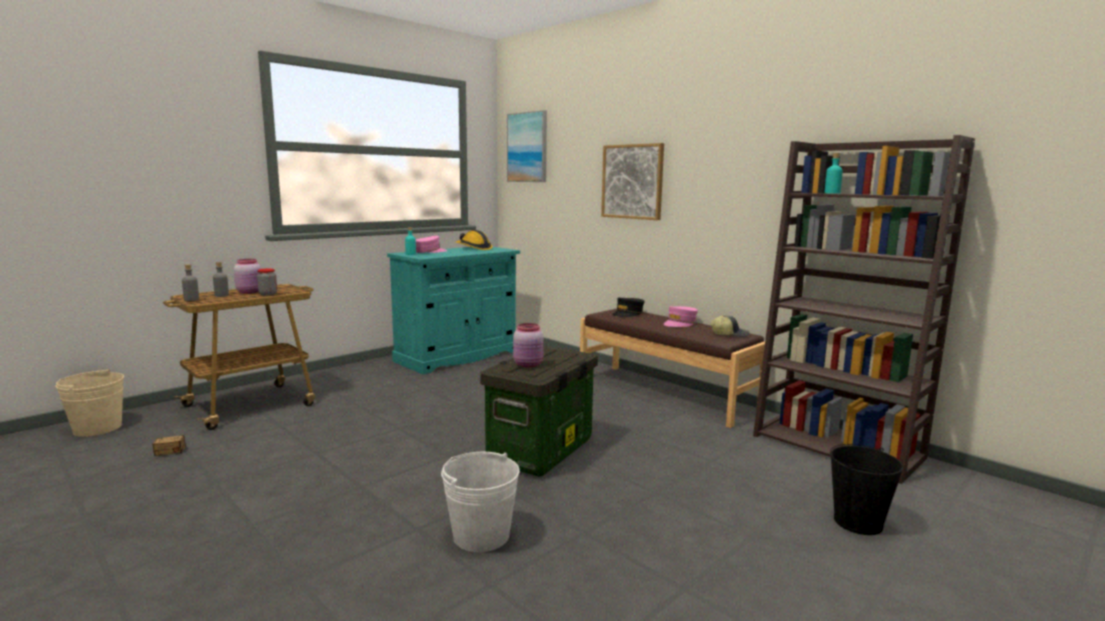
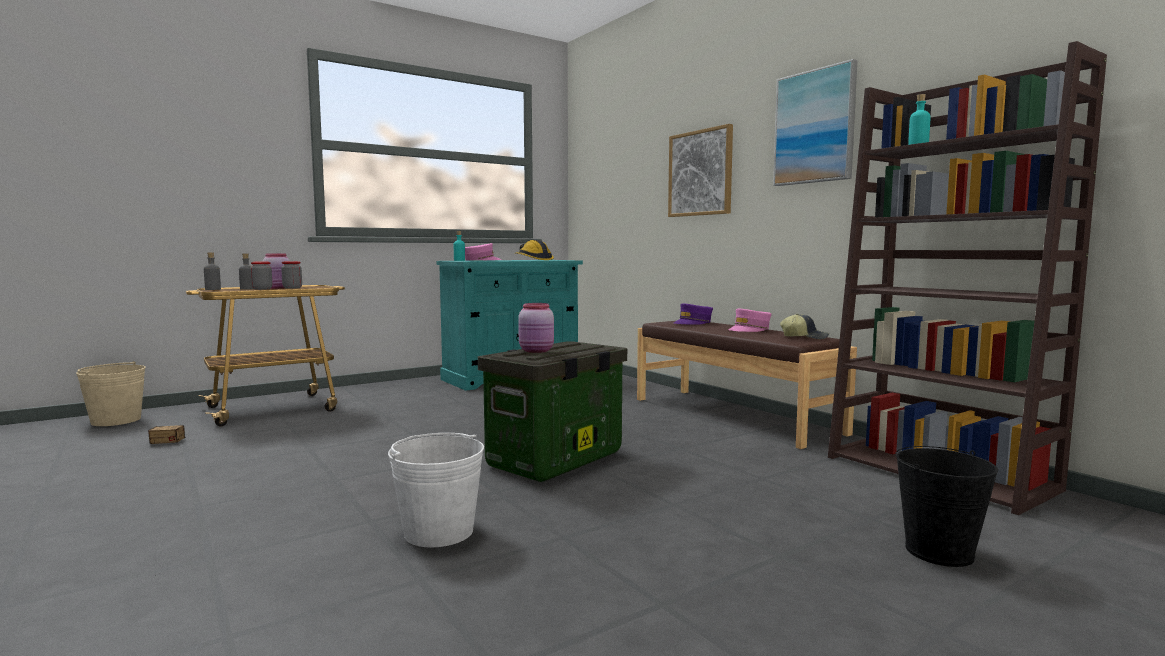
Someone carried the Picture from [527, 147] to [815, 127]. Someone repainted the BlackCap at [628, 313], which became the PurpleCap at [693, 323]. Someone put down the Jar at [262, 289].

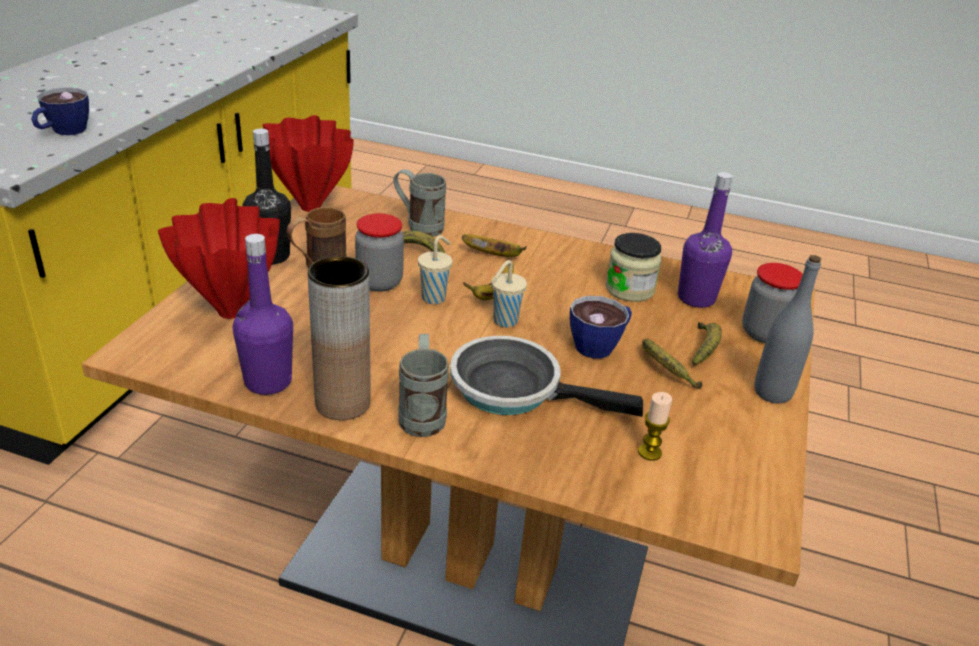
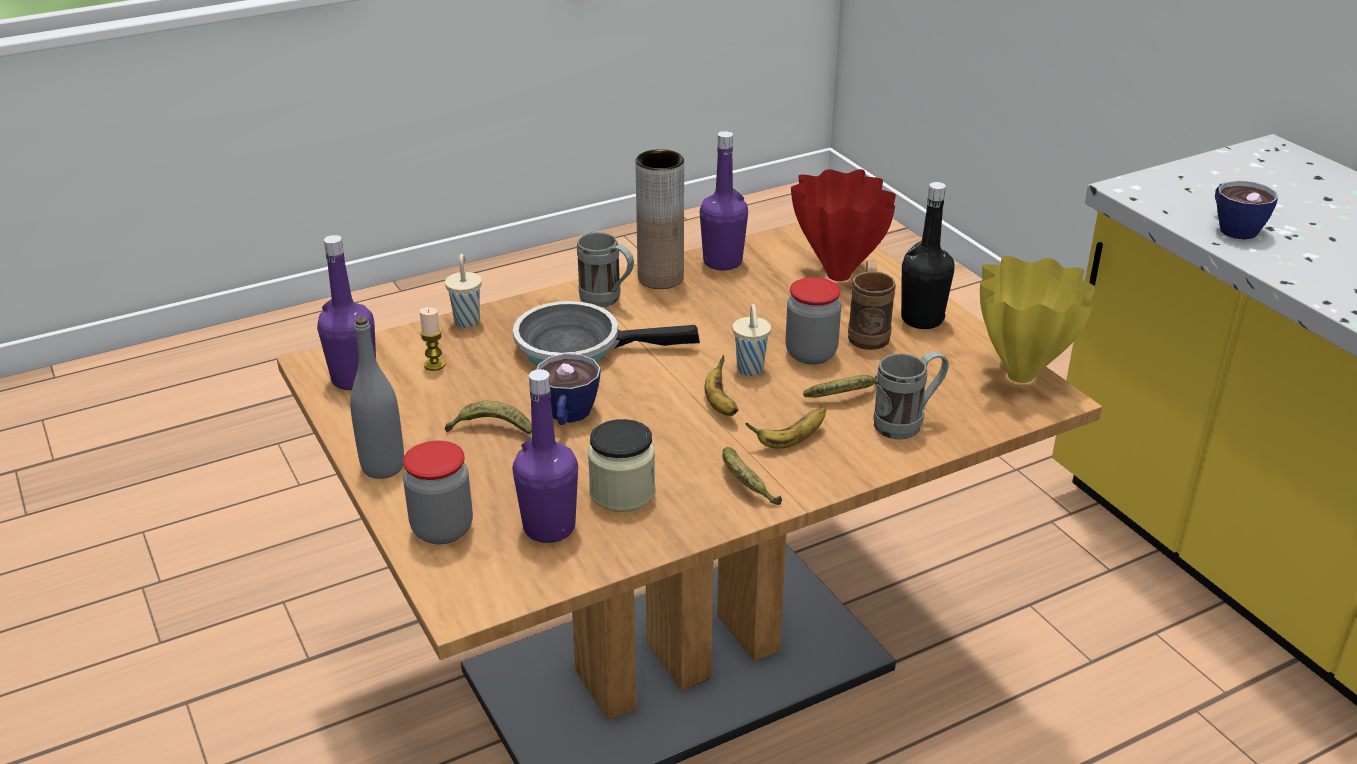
Someone repainted the RedVase at [309, 207], which became the YellowVase at [1022, 375]. Someone rotated the FryingPan at [515, 389] by 150 degrees counterclockwise. Someone carried the BeigeCup from [504, 322] to [467, 321]. Someone carried the Banana from [704, 349] to [745, 484]. Someone put down the PurpleBottle at [354, 379].

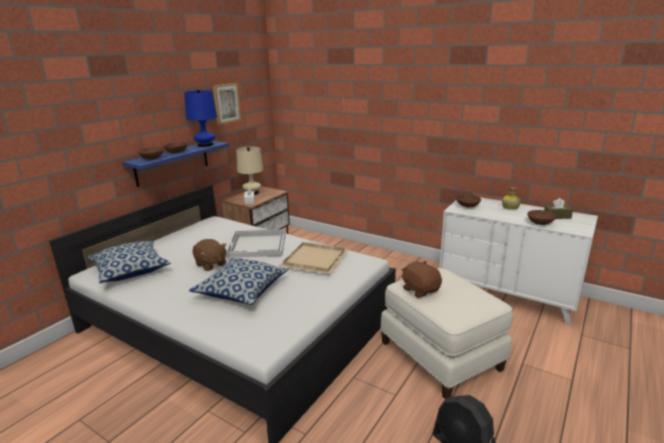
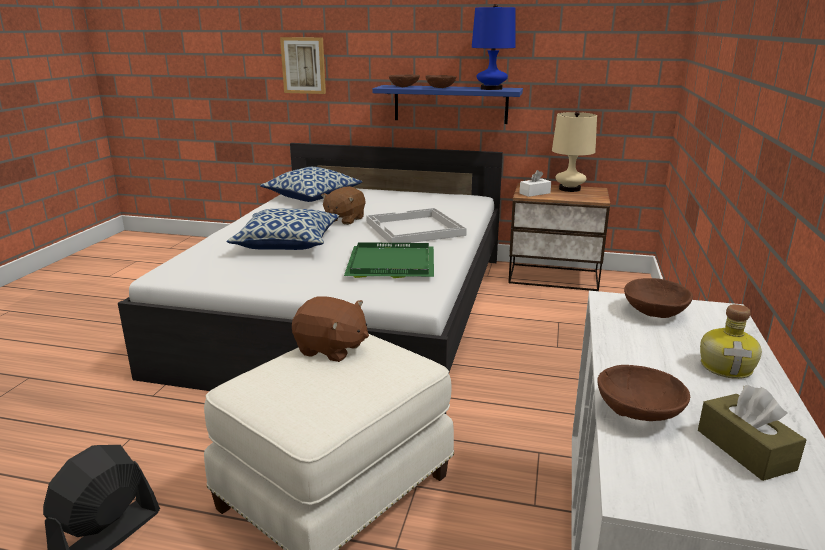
Someone carried the Picture from [226, 103] to [304, 65]. Someone repainted the BeigeTray at [314, 259], which became the GreenTray at [393, 263]. Someone rotated the BrownPlushToy at [420, 290] by 75 degrees clockwise.

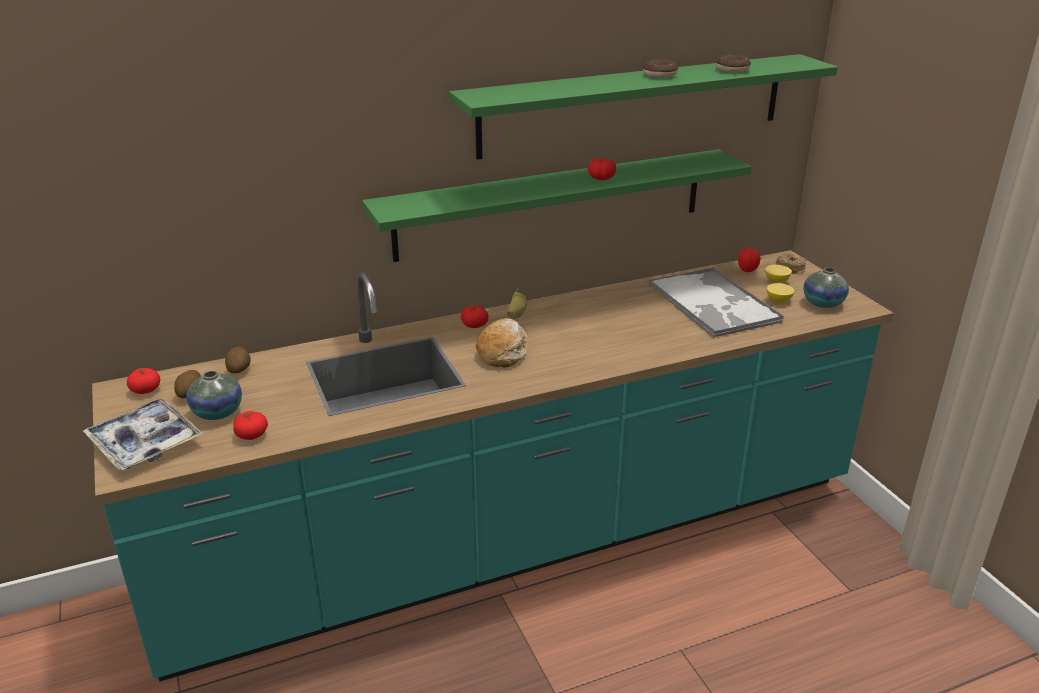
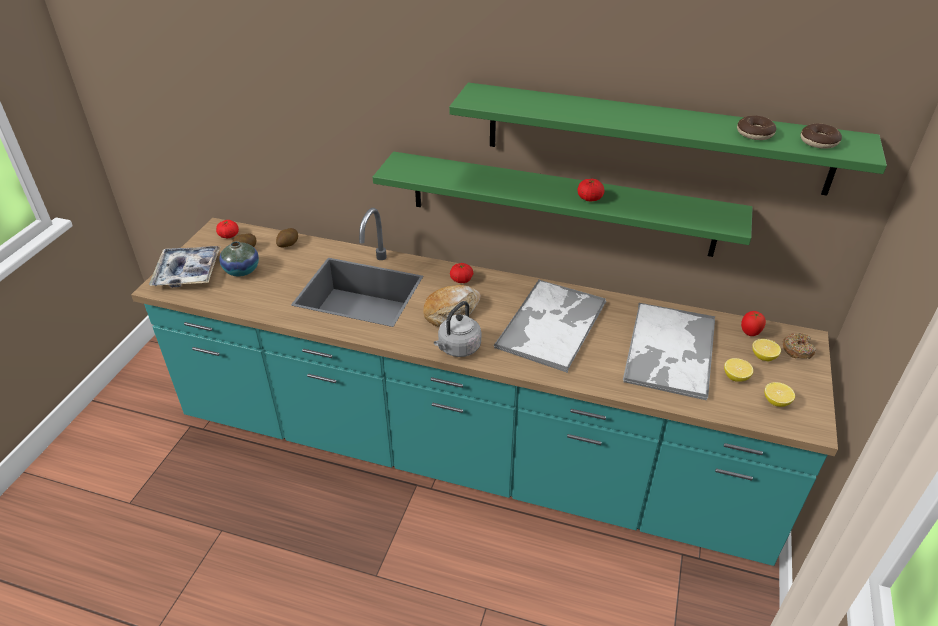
Someone took away the Tomato at [252, 435]. Someone took away the Banana at [516, 314]. Someone carried the Donut from [660, 75] to [818, 142]. Someone swapped the Vase at [823, 303] for the Lemon at [776, 402]. Someone put down the GreyKettle at [458, 348]. Someone put down the Tray at [552, 324].

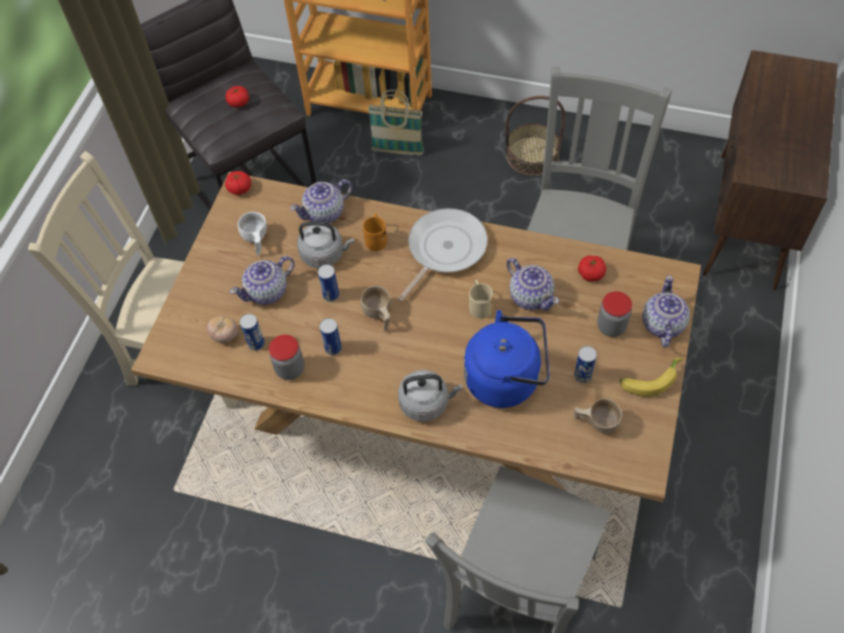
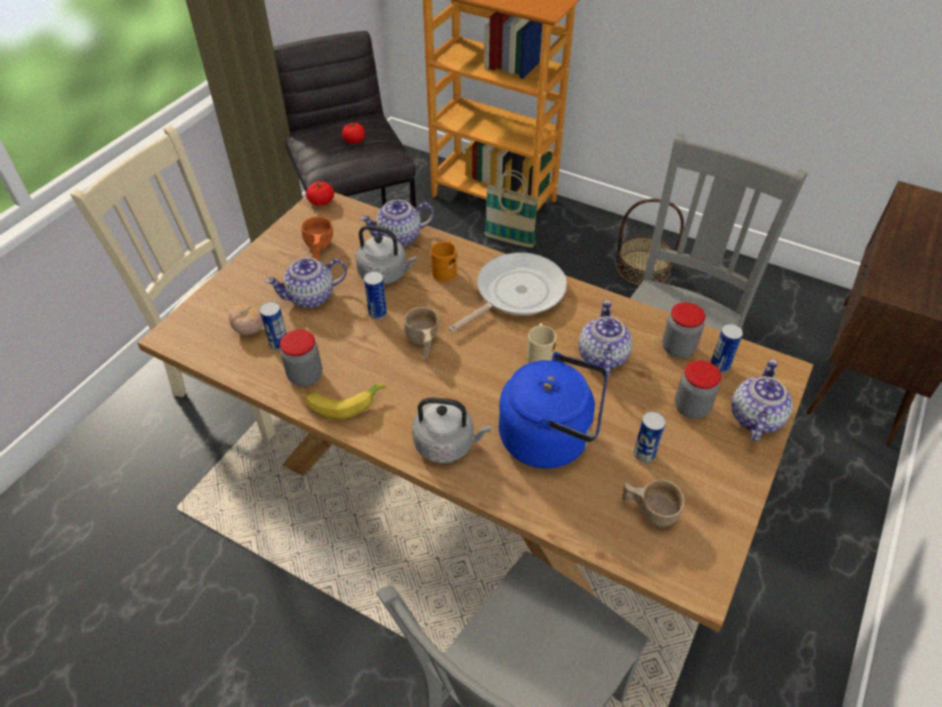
Someone repainted the WhiteCup at [256, 241], which became the OrangeCup at [318, 249]. Someone carried the Can from [333, 348] to [719, 366]. Someone rotated the Teapot at [530, 296] by 150 degrees counterclockwise. Someone swapped the Tomato at [591, 274] for the Jar at [678, 348]. Someone carried the Banana from [649, 379] to [344, 402].

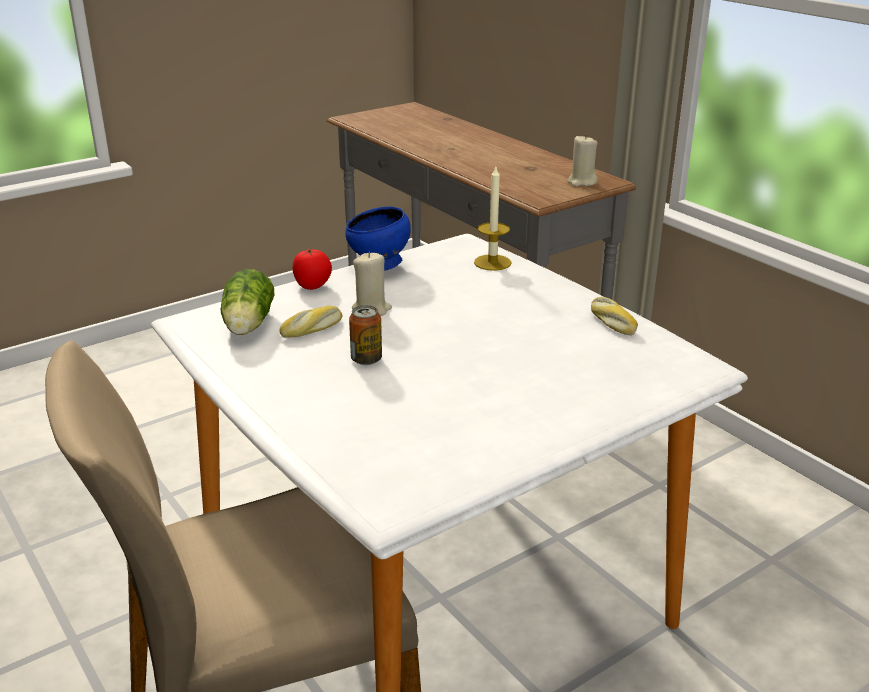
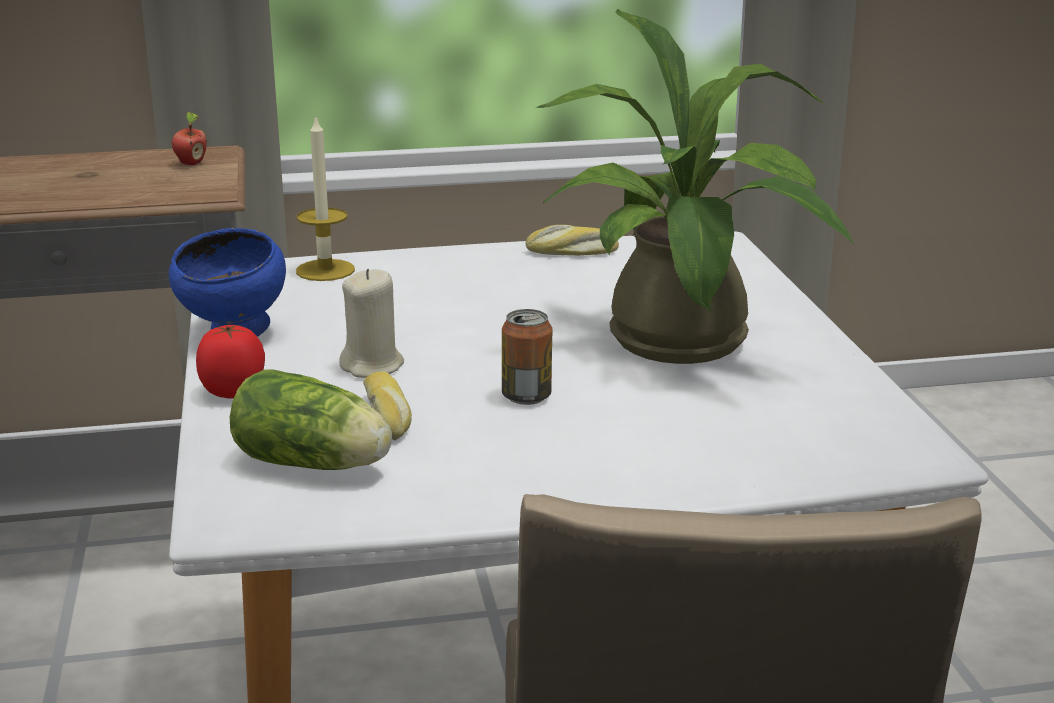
Someone swapped the BeigeCandle at [582, 182] for the Apple at [191, 163]. Someone put down the PottedPlant at [683, 348].

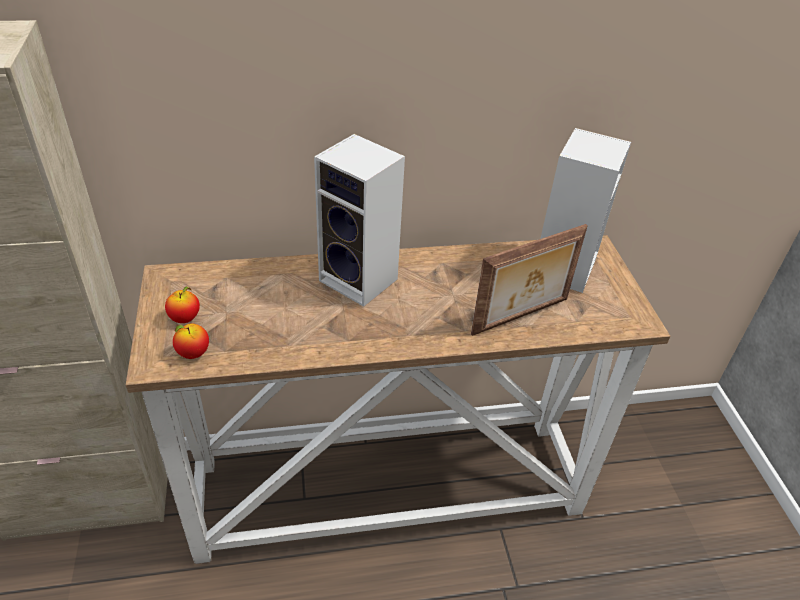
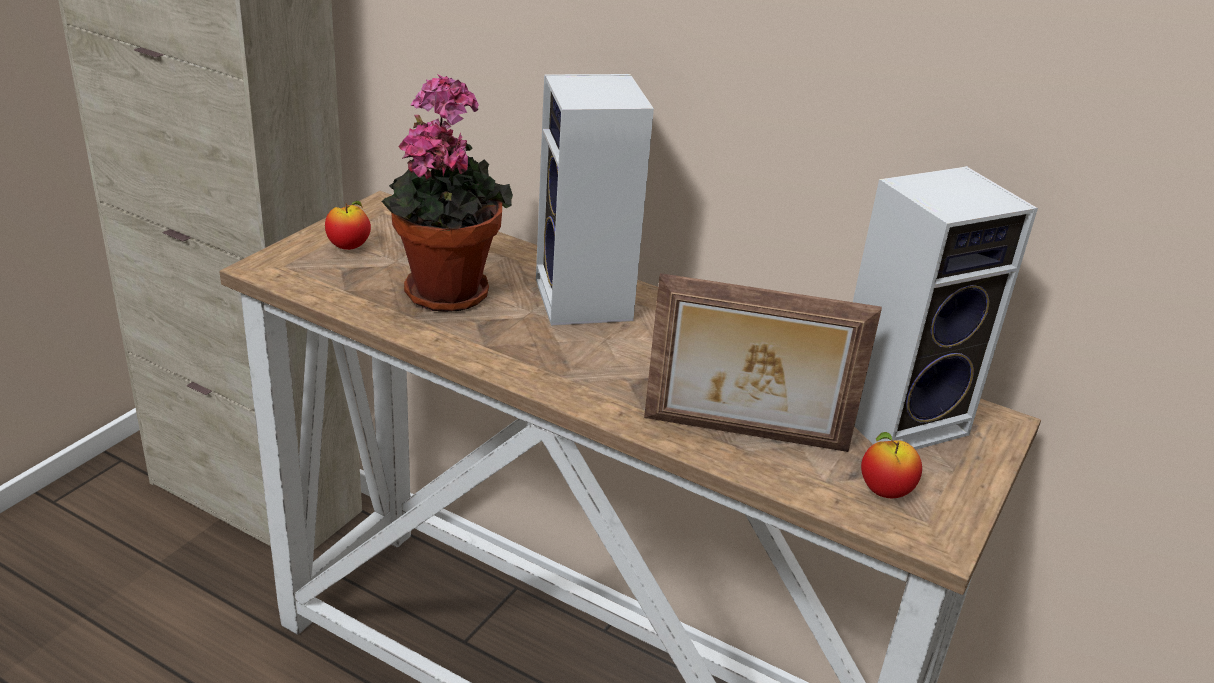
Someone carried the Apple from [193, 353] to [885, 491]. Someone put down the PottedPlant at [445, 288].

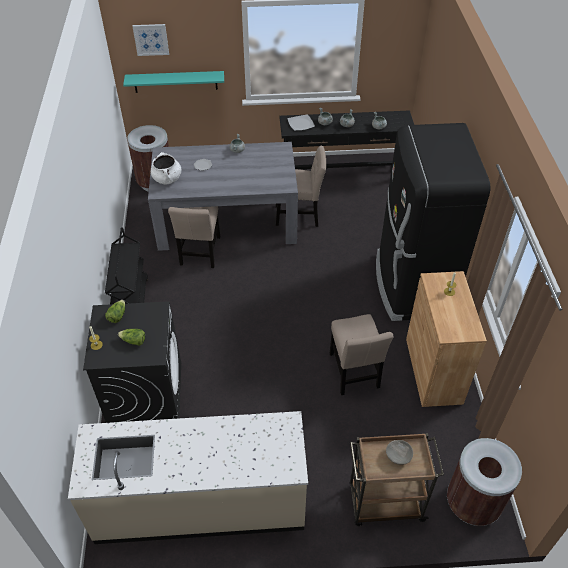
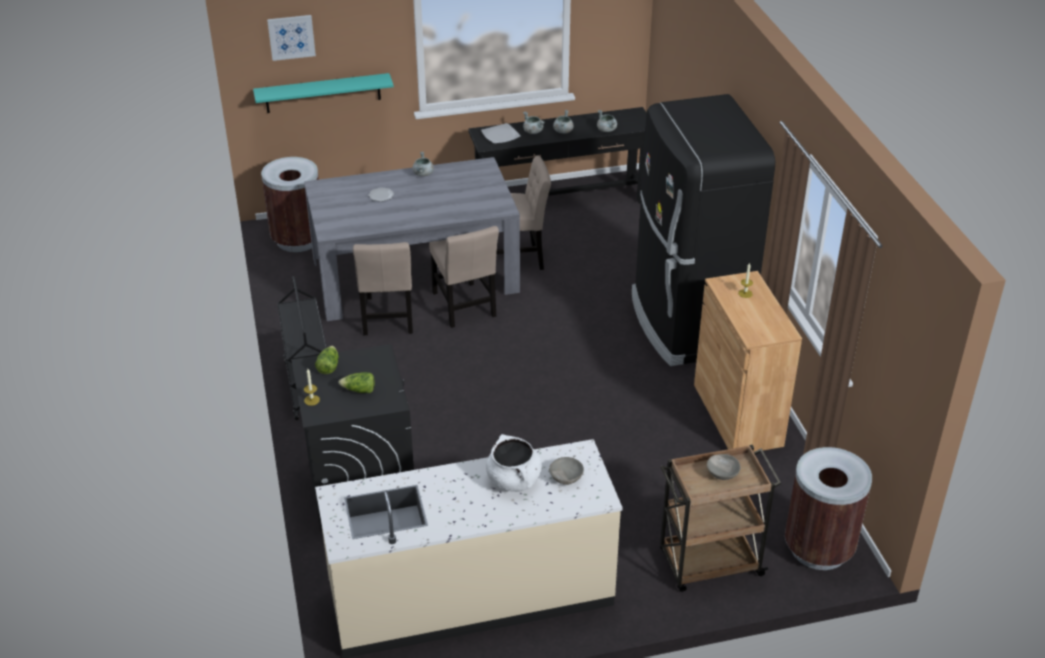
Someone carried the WhiteCookingPot from [167, 179] to [514, 480]. Someone carried the BeigeChair from [354, 373] to [464, 307]. Someone put down the GreyBowl at [566, 478].

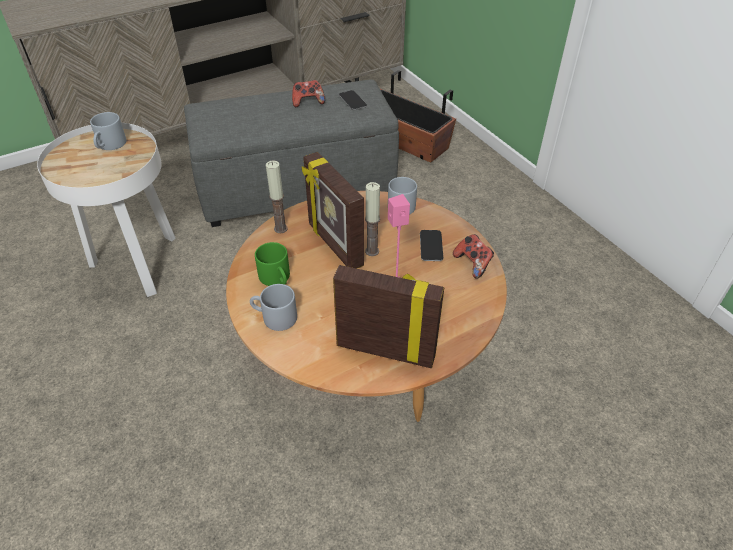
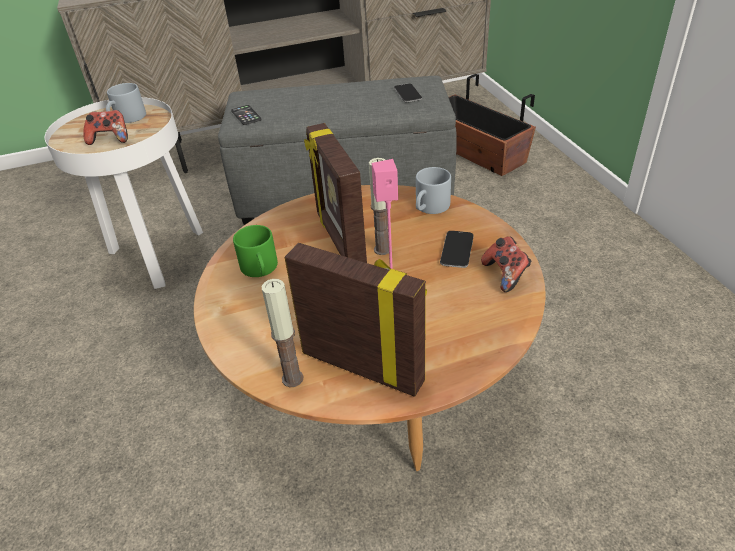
Someone took away the GreyMug at [274, 317]. Someone carried the Candle from [280, 228] to [292, 378]. Someone carried the GameController from [308, 102] to [110, 139]. Someone put down the Phone at [246, 115].

